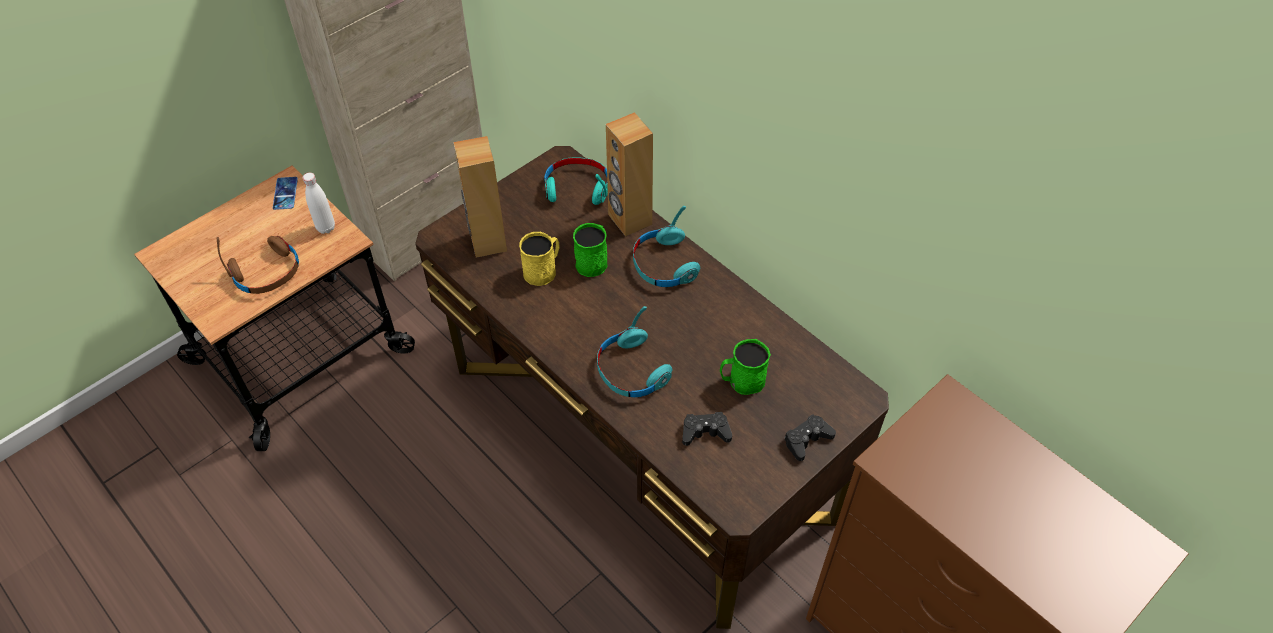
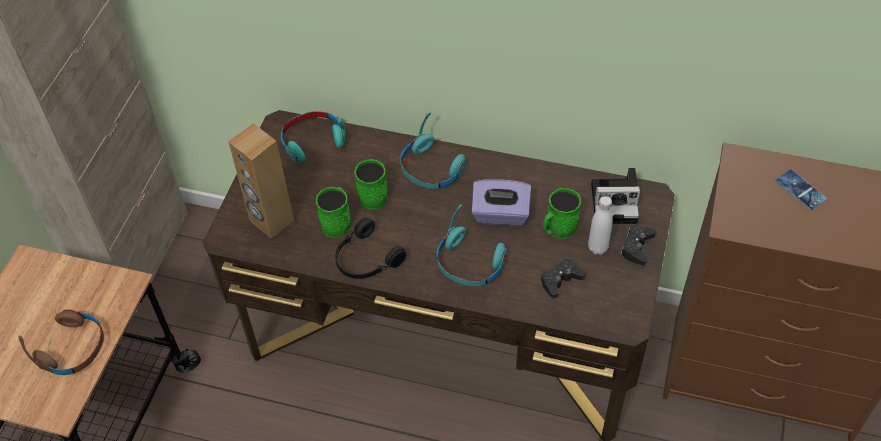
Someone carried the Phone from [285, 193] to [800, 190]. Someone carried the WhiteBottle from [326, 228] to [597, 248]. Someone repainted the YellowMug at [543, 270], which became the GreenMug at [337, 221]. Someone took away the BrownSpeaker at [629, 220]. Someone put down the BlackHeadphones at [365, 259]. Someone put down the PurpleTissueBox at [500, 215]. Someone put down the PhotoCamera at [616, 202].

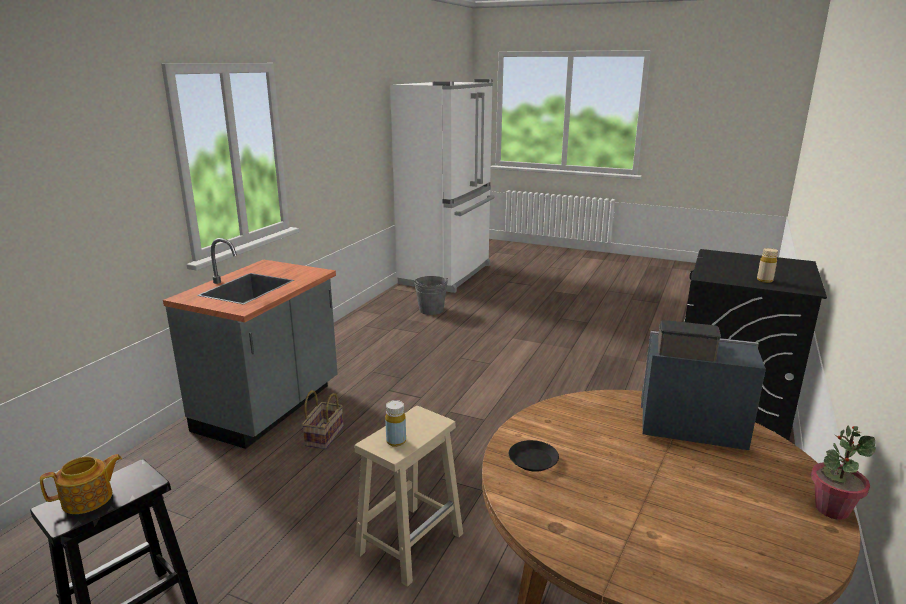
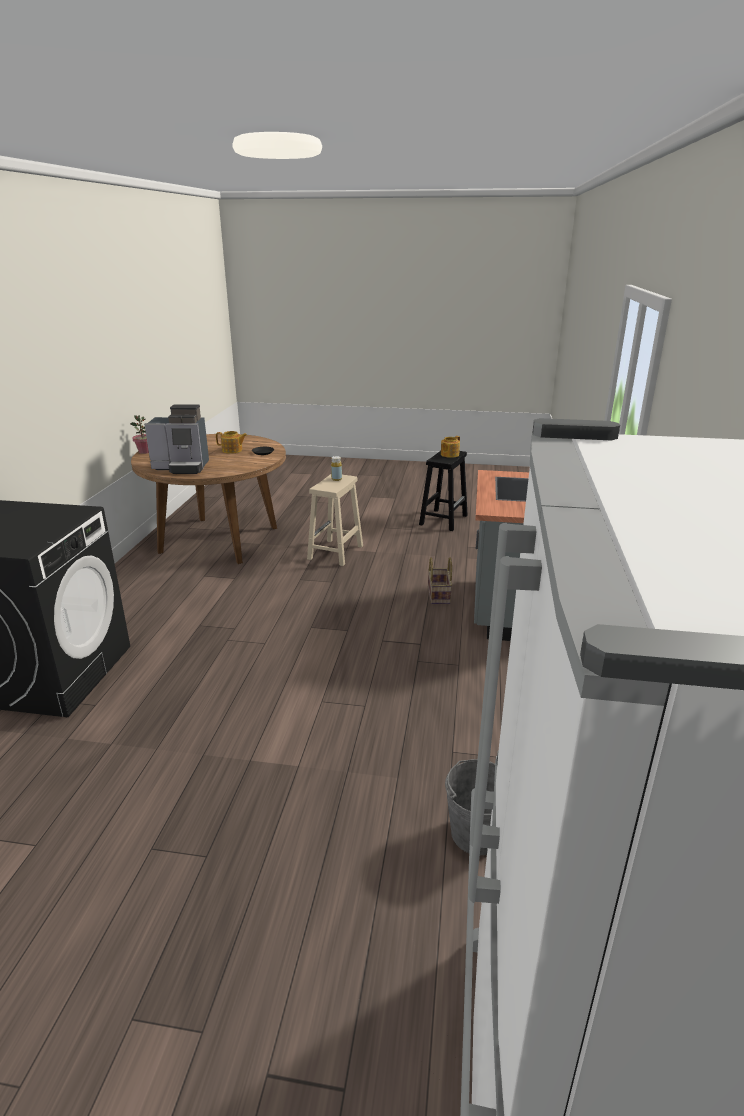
Someone took away the BeigeBottle at [764, 280]. Someone put down the Teapot at [232, 450].

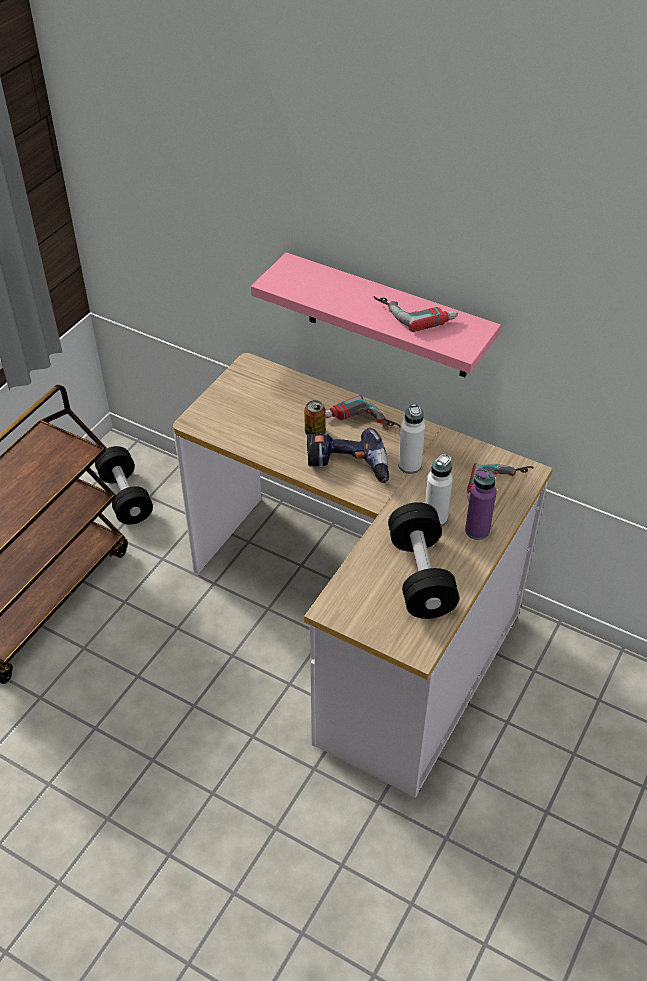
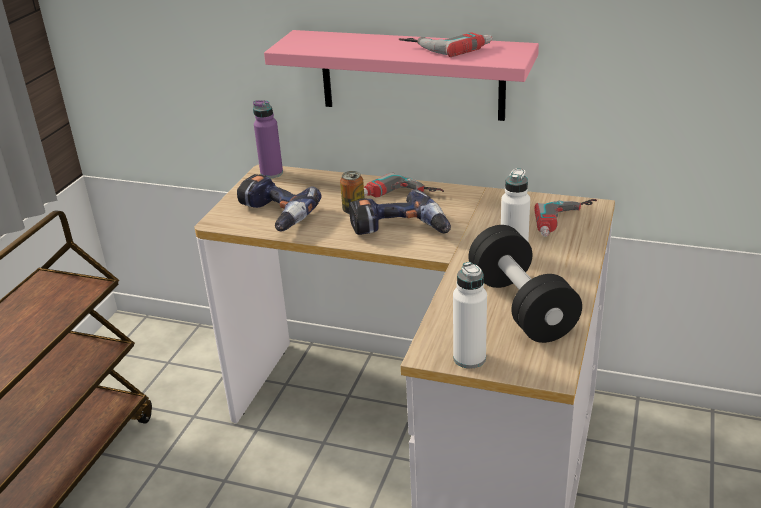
Someone took away the BlackDumbbell at [126, 497]. Someone carried the WhiteBottle from [409, 465] to [469, 358]. Someone carried the PurpleBottle from [477, 531] to [271, 173]. Someone put down the PowerDrill at [274, 216].

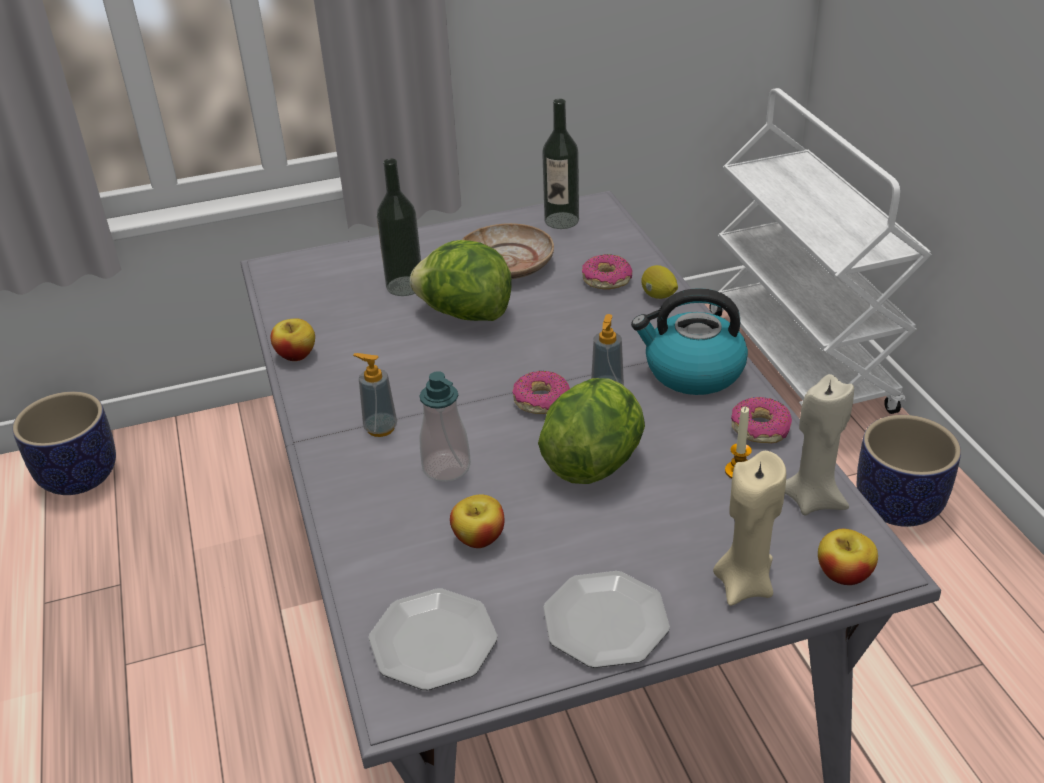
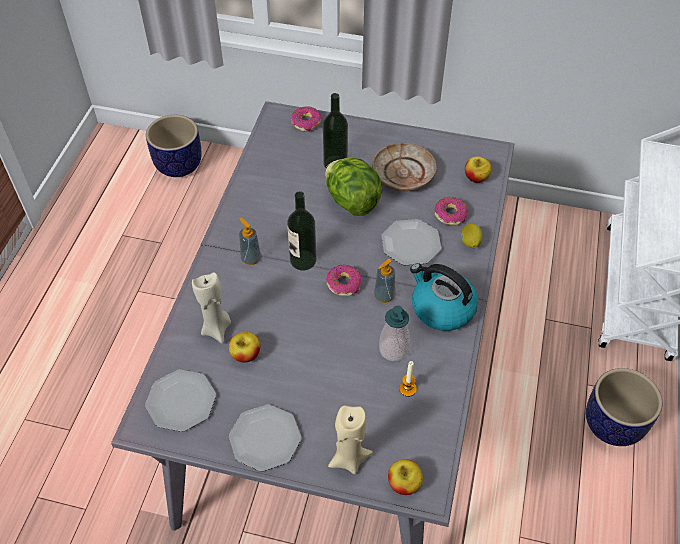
Someone carried the Apple from [296, 355] to [476, 177]. Someone carried the SoapDispenser from [446, 467] to [393, 349]. Someone took away the Lettuce at [594, 461]. Someone carried the Bottle from [561, 220] to [303, 260]. Someone carried the Donut from [760, 428] to [306, 123]. Someone carried the BeigeCandle from [812, 499] to [217, 329]. Someone put down the Plate at [411, 244].

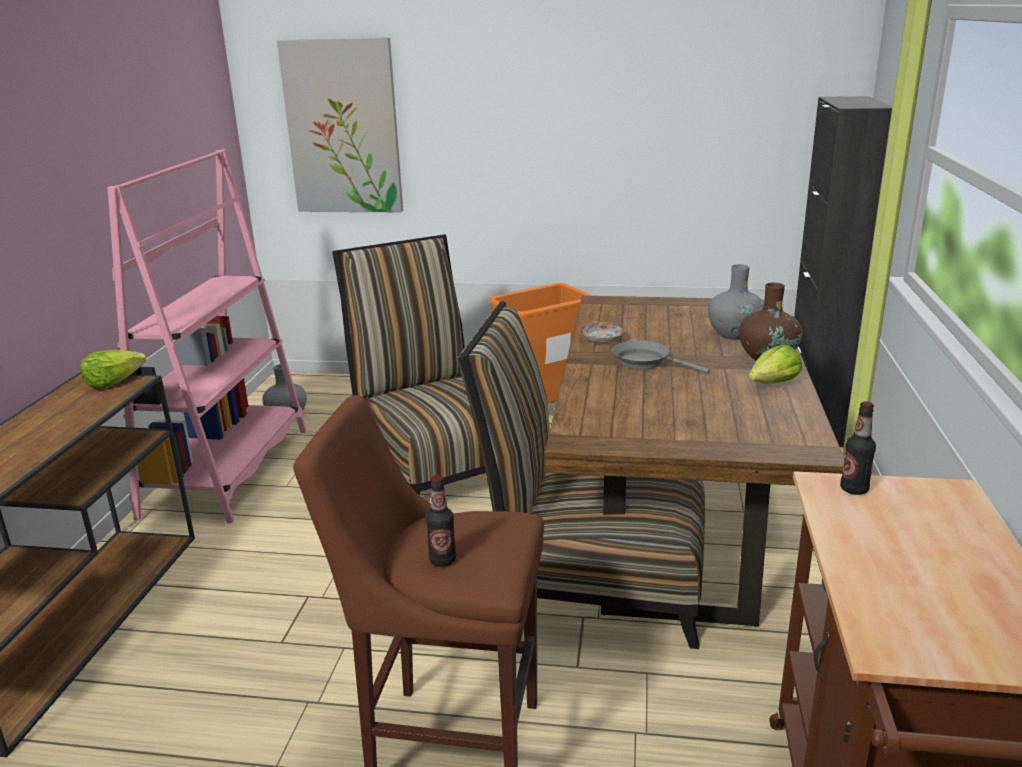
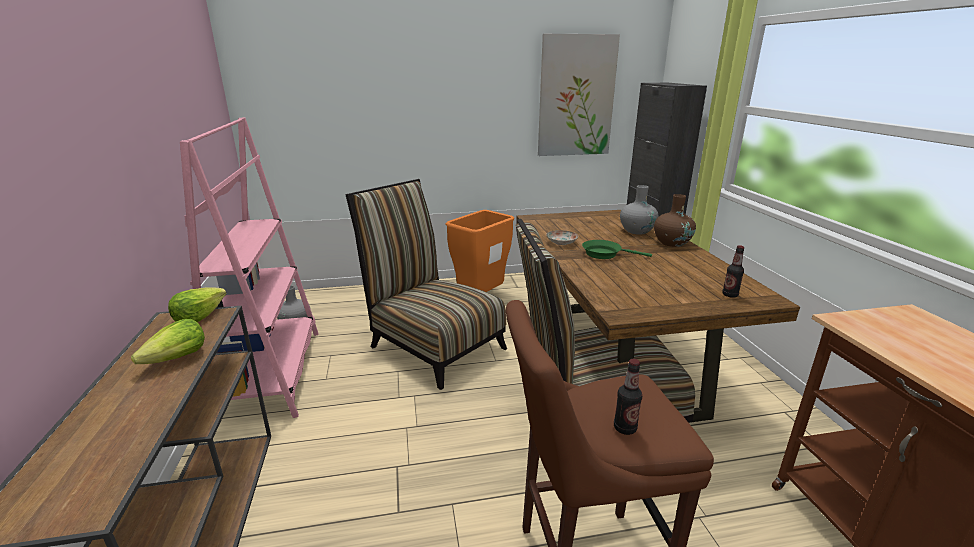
Someone carried the Picture from [343, 128] to [576, 96]. Someone repainted the GreyFryingPan at [645, 362], which became the GreenFryingPan at [605, 254]. Someone carried the Lettuce from [774, 384] to [177, 358]. Someone carried the Bottle from [854, 489] to [730, 295].

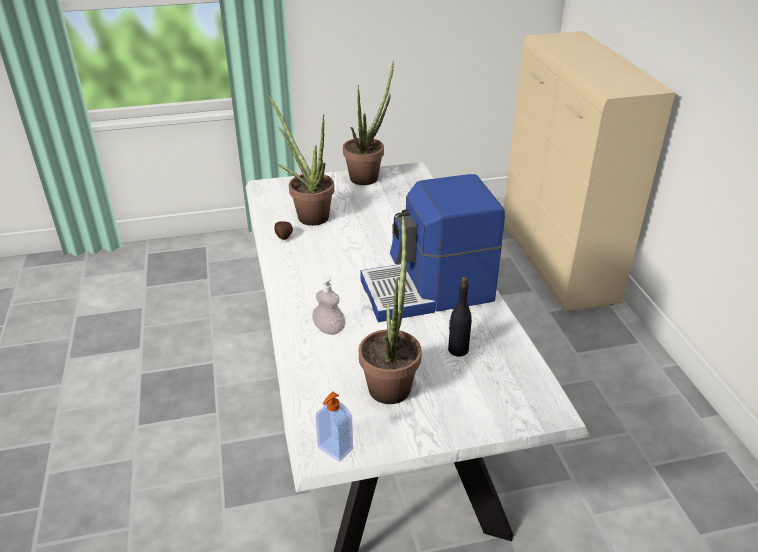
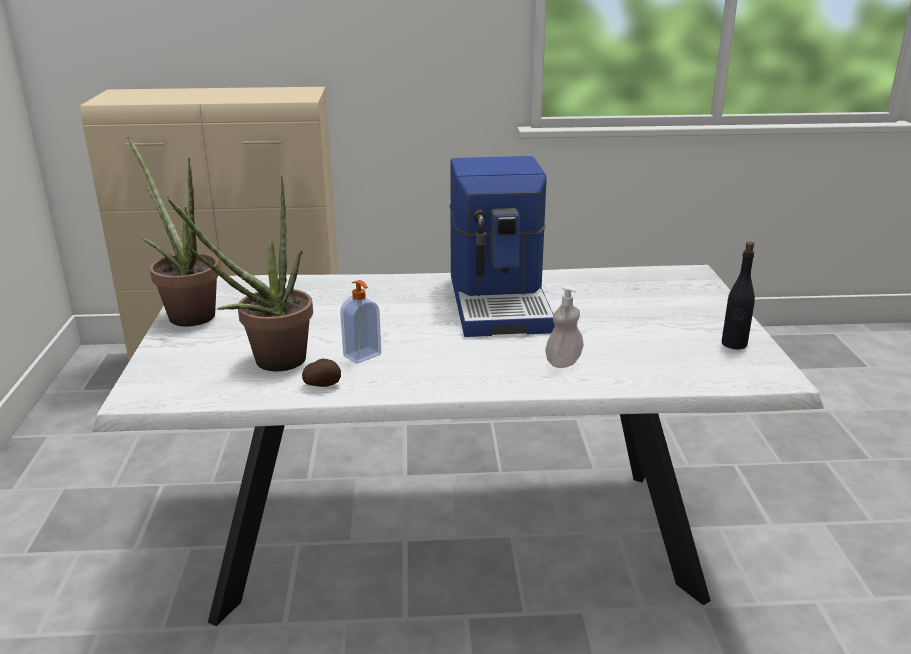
Someone carried the SoapDispenser from [334, 449] to [363, 356]. Someone took away the PottedPlant at [391, 382]. Someone carried the BlackBottle from [457, 349] to [734, 344].

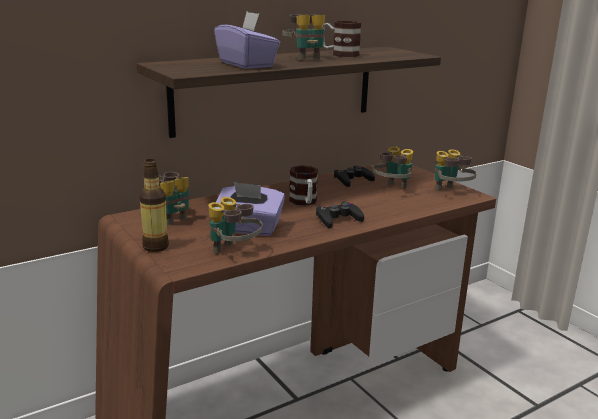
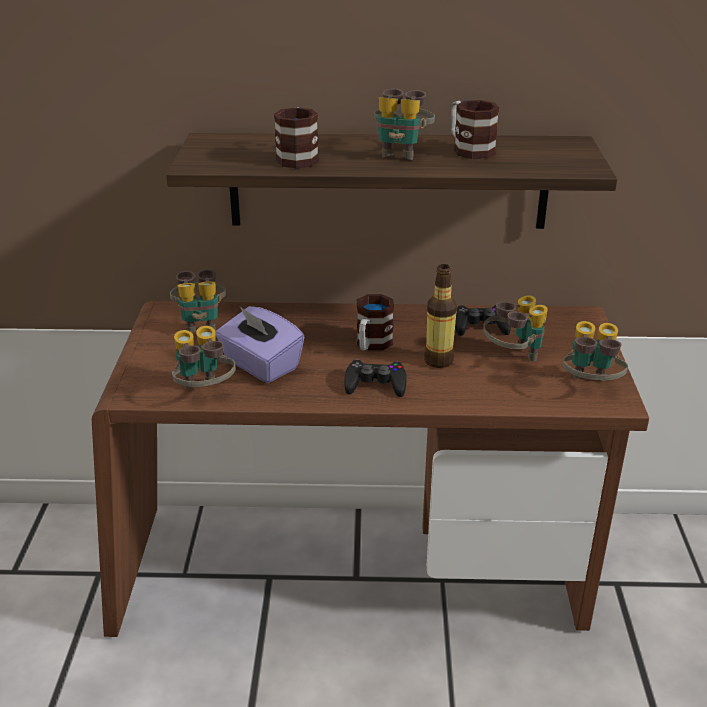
Someone carried the Bottle from [155, 247] to [438, 360]. Someone swapped the PurpleTissueBox at [247, 64] for the Mug at [297, 157].

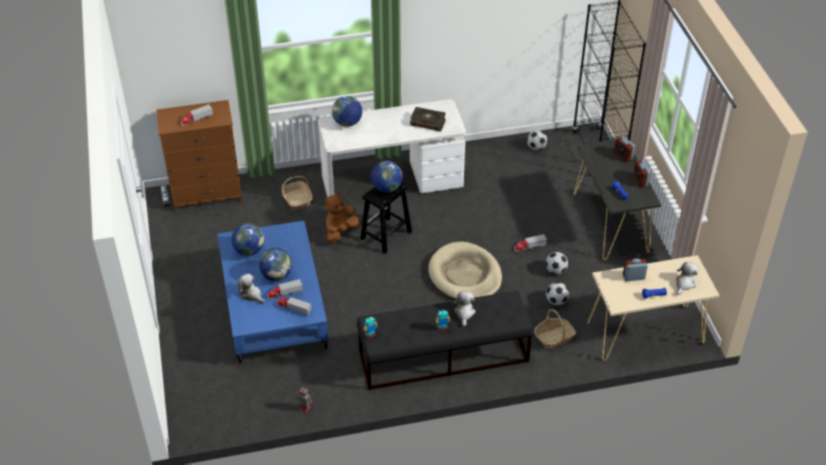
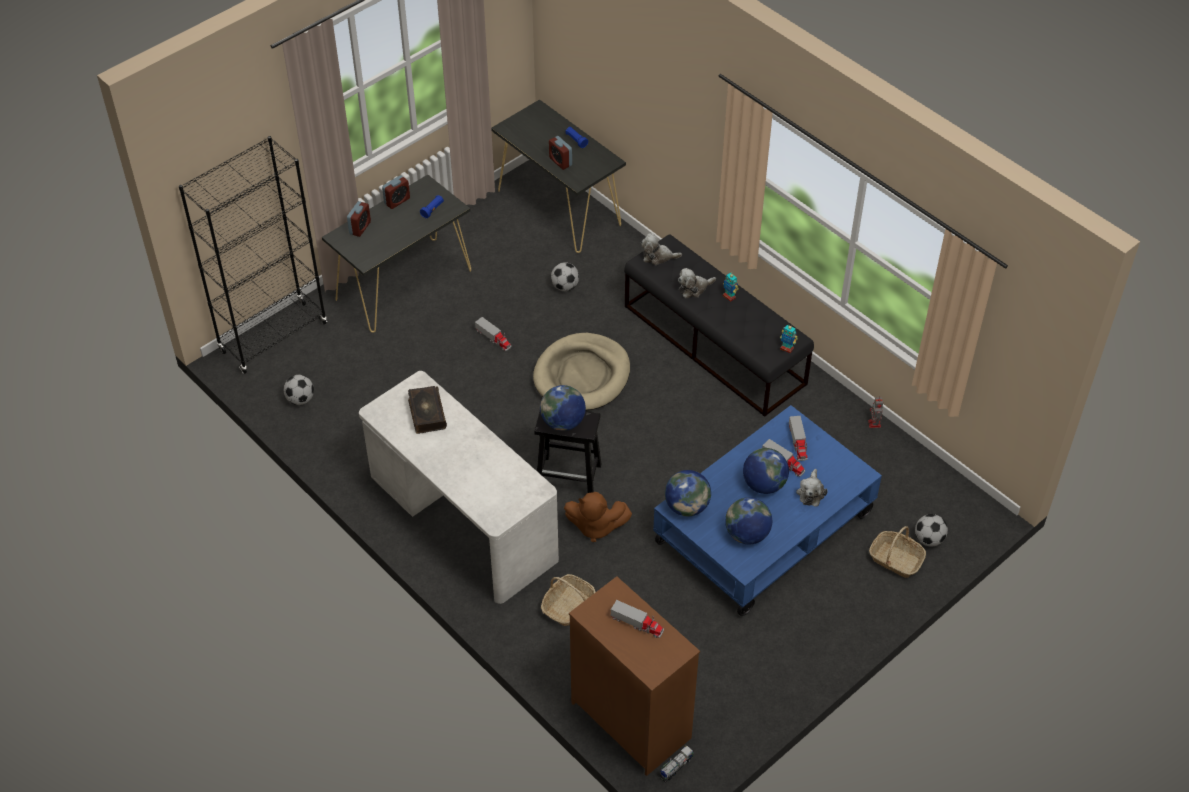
Someone carried the Globe from [347, 123] to [687, 506]. Someone carried the Basket from [554, 337] to [895, 559]. Someone carried the Football from [555, 271] to [929, 539]. Someone repainted the BeigeConsoleTable at [644, 333], which became the BlackConsoleTable at [559, 208]. Someone carried the PlushToy from [684, 283] to [658, 256].

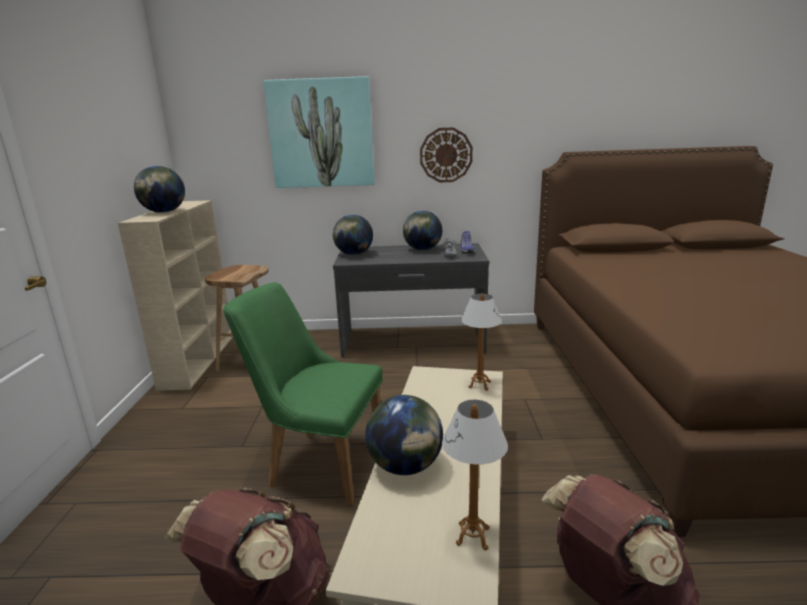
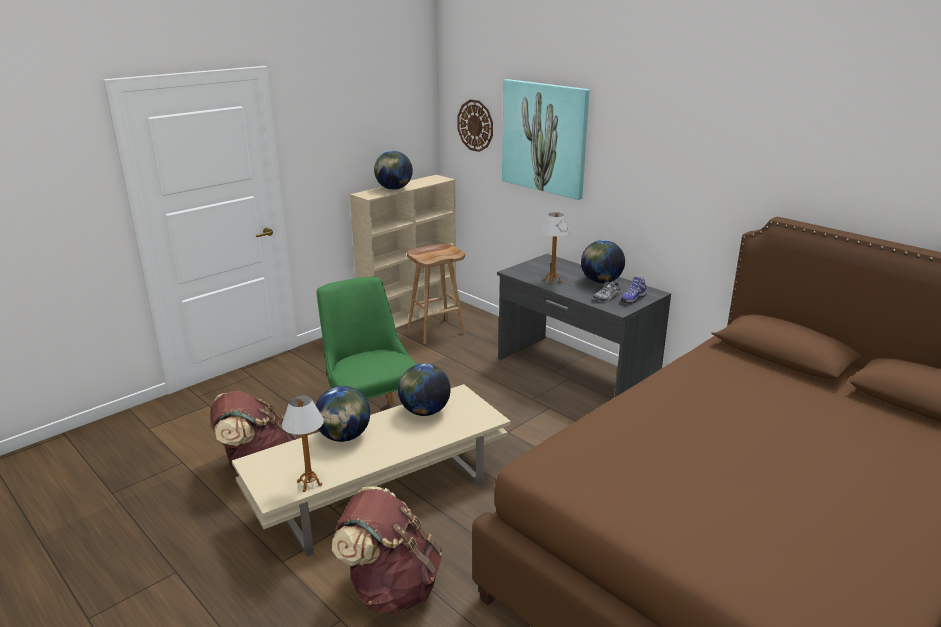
Someone carried the Globe from [354, 254] to [424, 411]. Someone carried the WallClock from [446, 155] to [475, 125]. Someone carried the TableLamp from [479, 385] to [552, 280].

